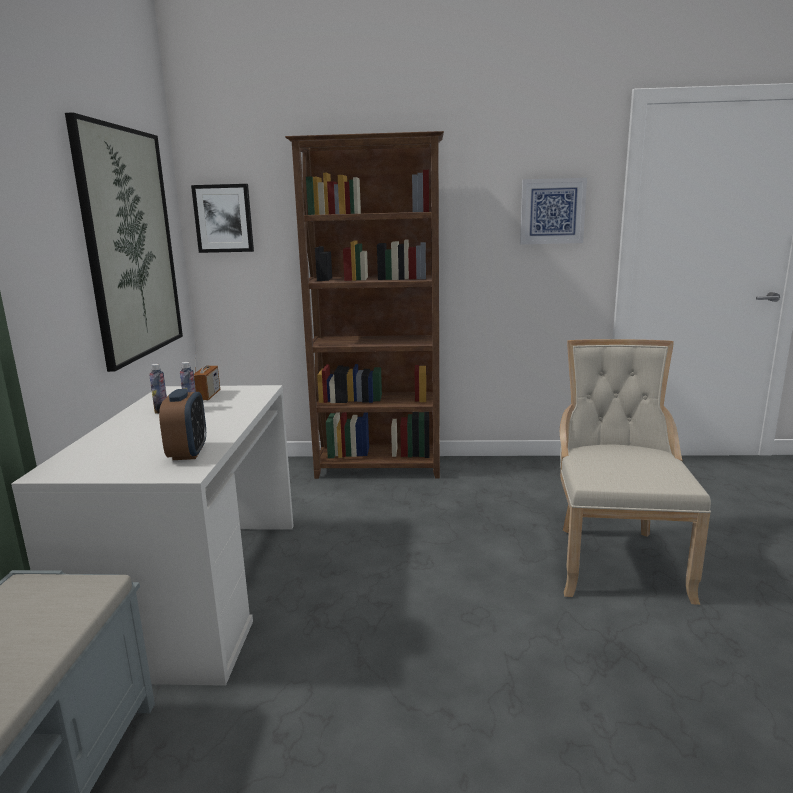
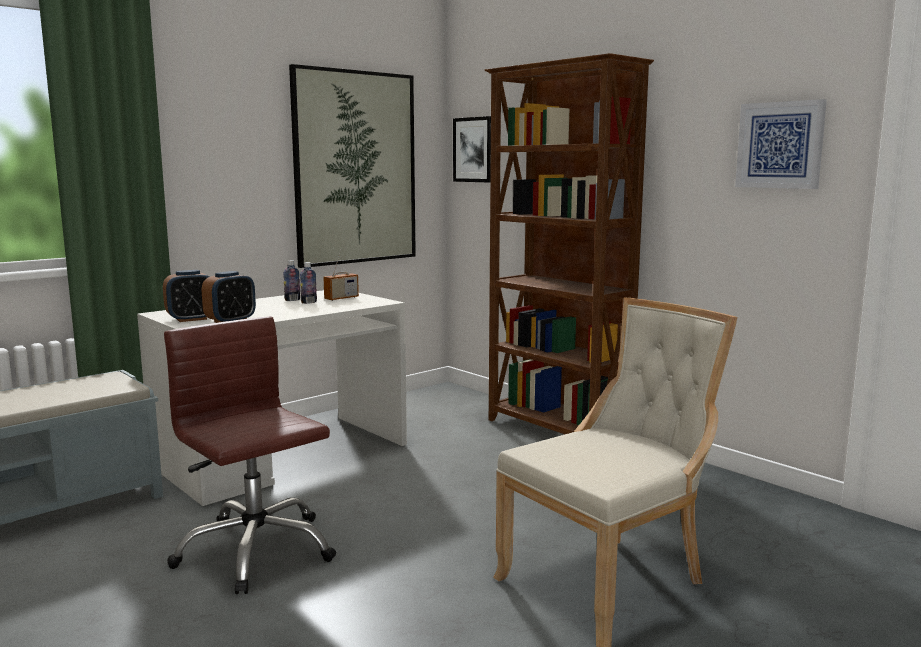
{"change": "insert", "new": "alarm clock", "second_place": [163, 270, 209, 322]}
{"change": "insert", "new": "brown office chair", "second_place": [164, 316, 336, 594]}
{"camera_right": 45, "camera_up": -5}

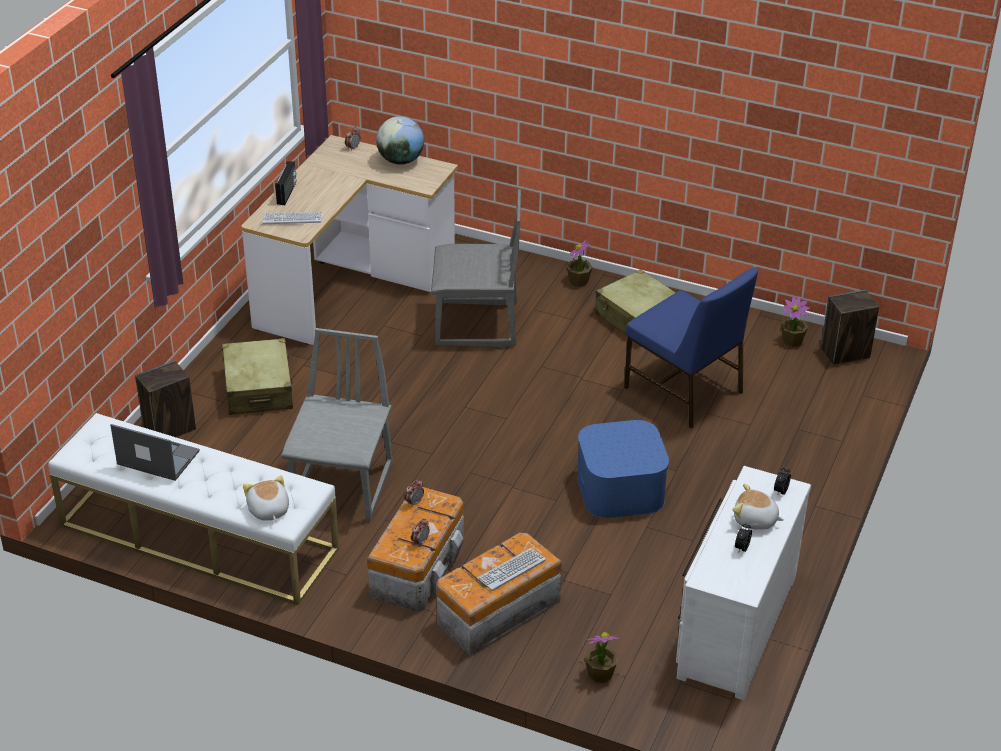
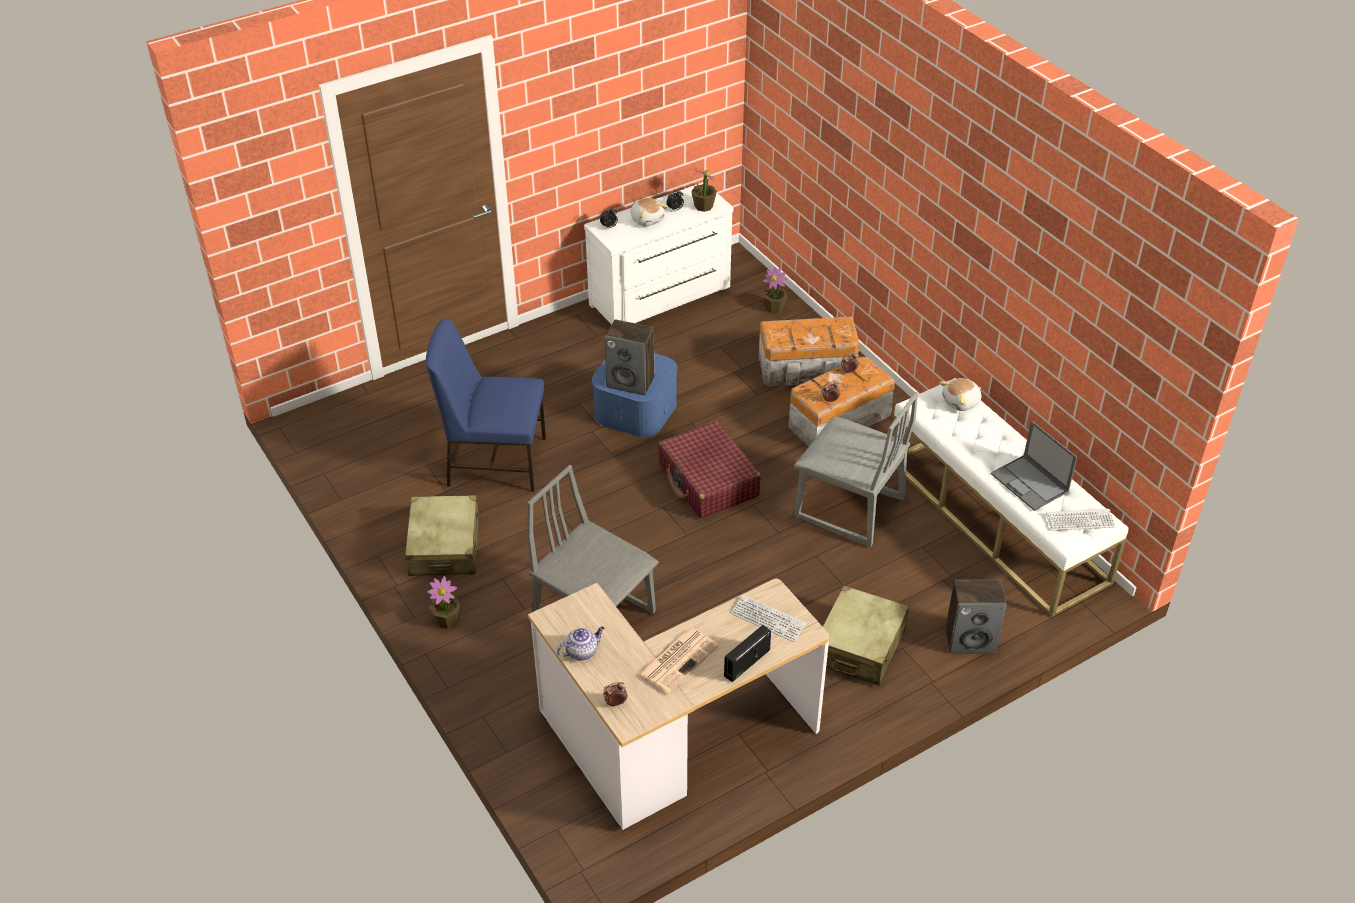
{"change": "insert", "new": "newspaper", "second_place": [637, 627, 718, 694]}
{"change": "insert", "new": "red suitcase", "second_place": [658, 421, 761, 519]}
{"change": "move", "old": "keyboard", "first_place": [477, 548, 546, 591], "second_place": [1046, 509, 1115, 531]}
{"change": "move", "old": "potted plant", "first_place": [781, 296, 810, 347], "second_place": [691, 169, 717, 212]}
{"change": "move", "old": "speaker", "first_place": [821, 289, 879, 365], "second_place": [604, 319, 654, 395]}
{"change": "replace", "old": "globe", "new": "teapot", "first_place": [376, 116, 424, 165], "second_place": [557, 626, 605, 660]}
{"change": "rotate", "old": "plush toy", "first_place": [243, 475, 289, 521], "second_place": [939, 378, 981, 411], "degrees": 45}
{"change": "rotate", "old": "grey chair", "first_place": [281, 328, 393, 522], "second_place": [794, 392, 918, 547], "degrees": -105}
{"change": "rotate", "old": "blue chair", "first_place": [624, 267, 758, 428], "second_place": [426, 318, 546, 492], "degrees": -75}
{"camera_right": -145, "camera_up": 5}

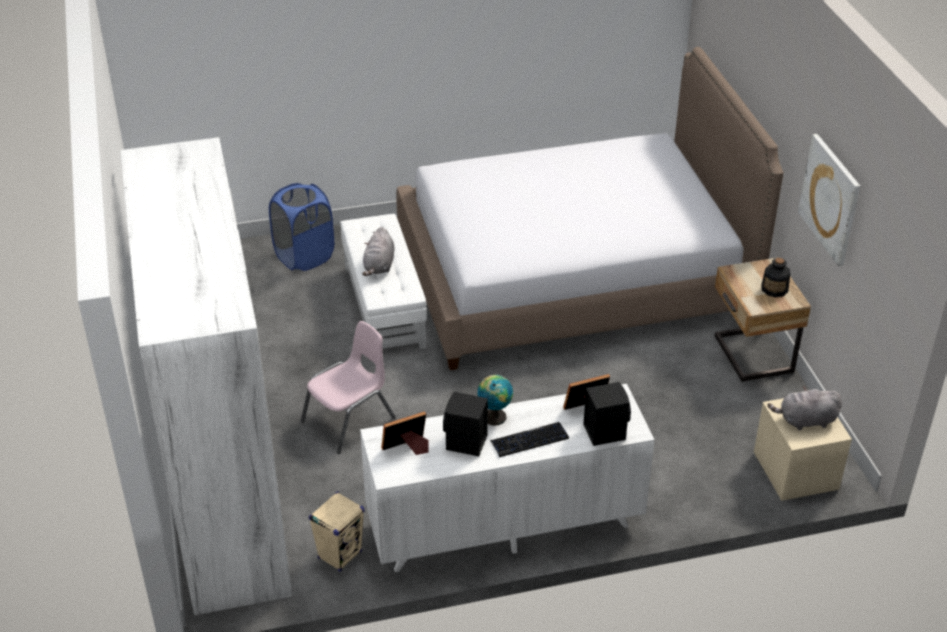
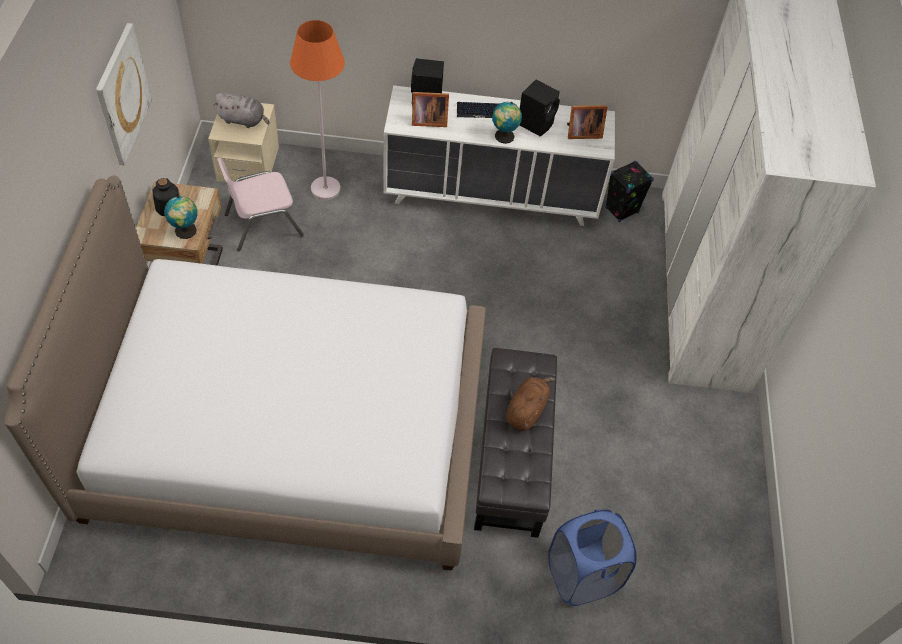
{"change": "insert", "new": "globe", "second_place": [164, 196, 198, 239]}
{"change": "insert", "new": "orange floor lamp", "second_place": [290, 20, 345, 200]}
{"change": "move", "old": "pink chair", "first_place": [301, 321, 396, 454], "second_place": [217, 158, 304, 251]}
{"change": "recolor", "old": "beige speaker", "new": "black speaker", "first_place": [309, 492, 365, 572], "second_place": [605, 161, 654, 223]}
{"change": "recolor", "old": "white ottoman", "new": "black ottoman", "first_place": [340, 214, 427, 349], "second_place": [474, 348, 557, 538]}
{"change": "recolor", "old": "grey plush toy", "new": "brown plush toy", "first_place": [362, 227, 395, 276], "second_place": [506, 377, 555, 431]}
{"camera_right": -165, "camera_up": 15}

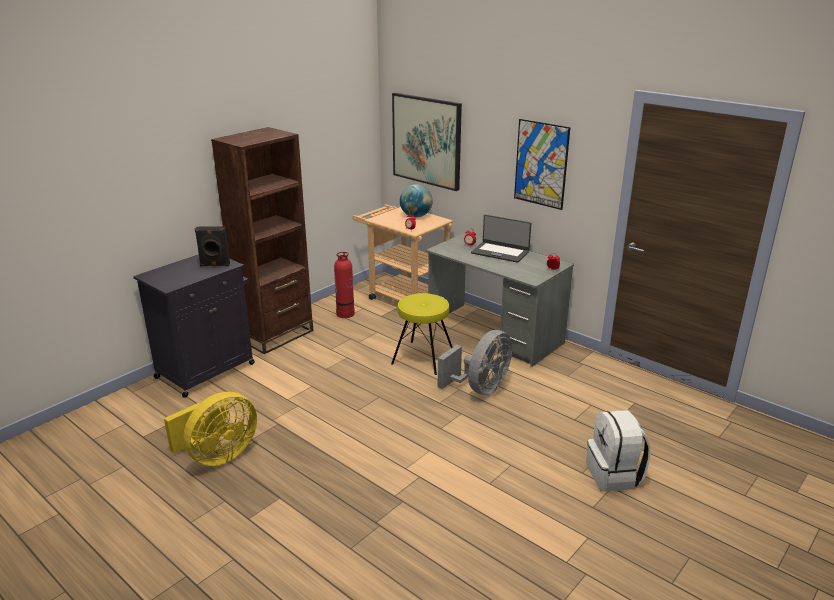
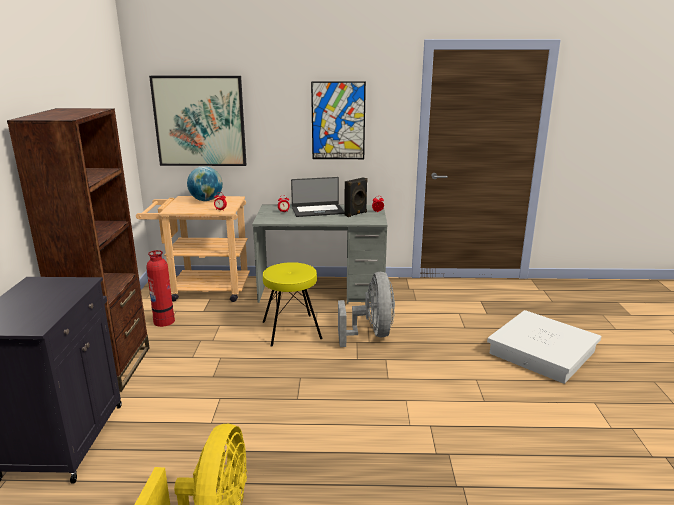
{"change": "move", "old": "black speaker", "first_place": [195, 226, 230, 266], "second_place": [344, 177, 368, 217]}
{"change": "replace", "old": "white backpack", "new": "white storage box", "first_place": [587, 410, 650, 492], "second_place": [487, 310, 601, 384]}
{"camera_right": -40, "camera_up": -5}

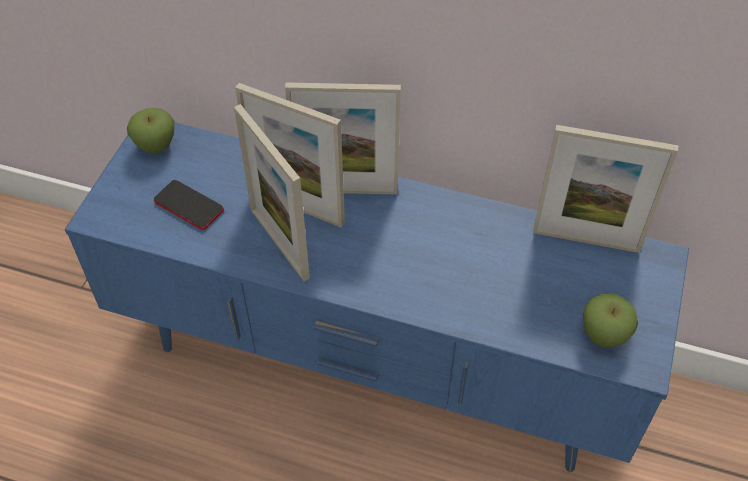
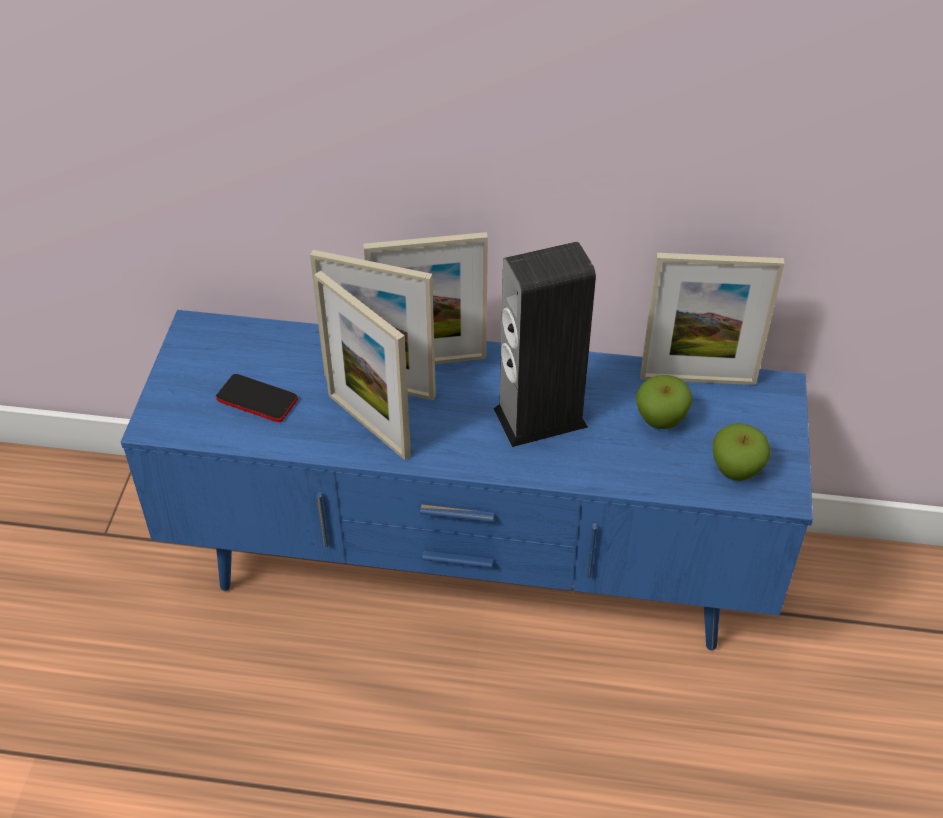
{"change": "insert", "new": "speaker", "second_place": [494, 241, 596, 447]}
{"change": "move", "old": "apple", "first_place": [127, 108, 174, 153], "second_place": [636, 375, 692, 429]}
{"camera_right": -10, "camera_up": -5}

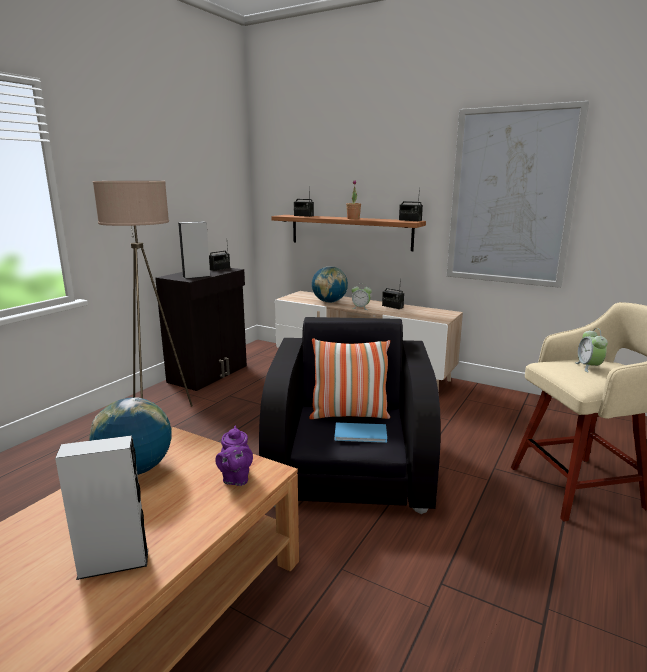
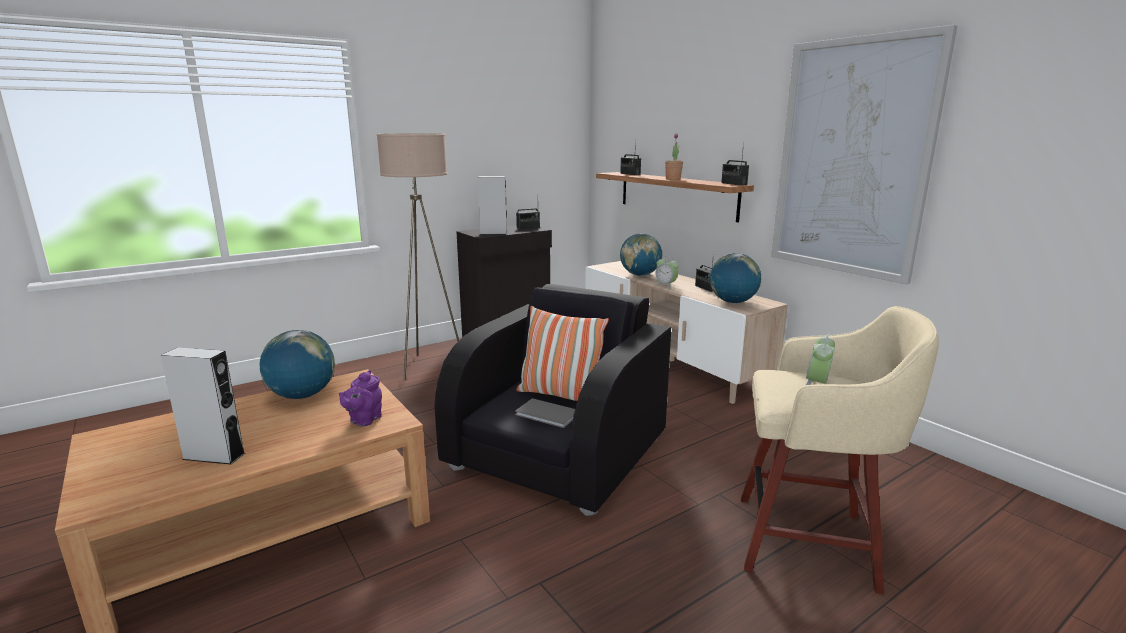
{"change": "insert", "new": "globe", "second_place": [710, 253, 762, 303]}
{"change": "recolor", "old": "blue book", "new": "grey book", "first_place": [334, 423, 387, 443], "second_place": [515, 398, 575, 428]}
{"camera_right": 25, "camera_up": 0}

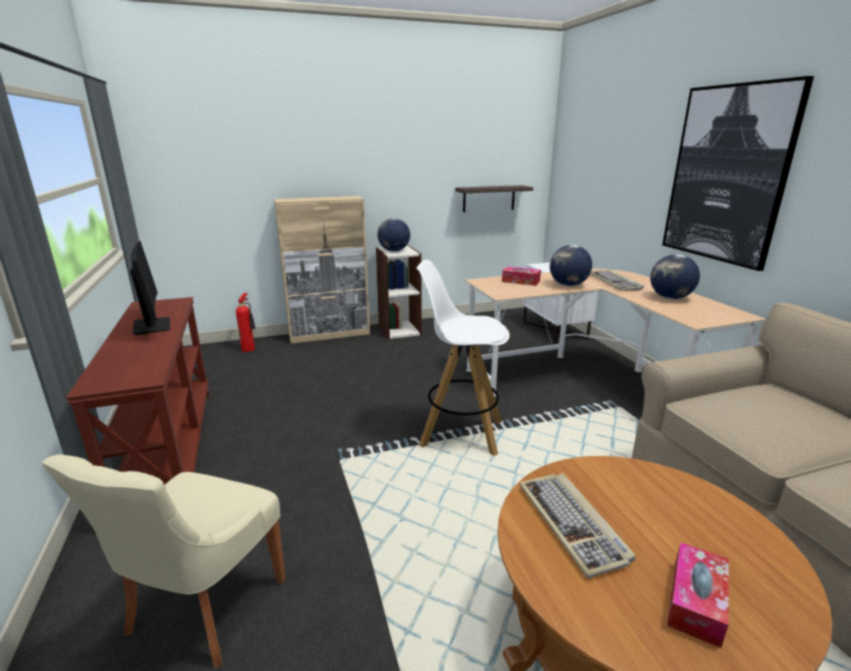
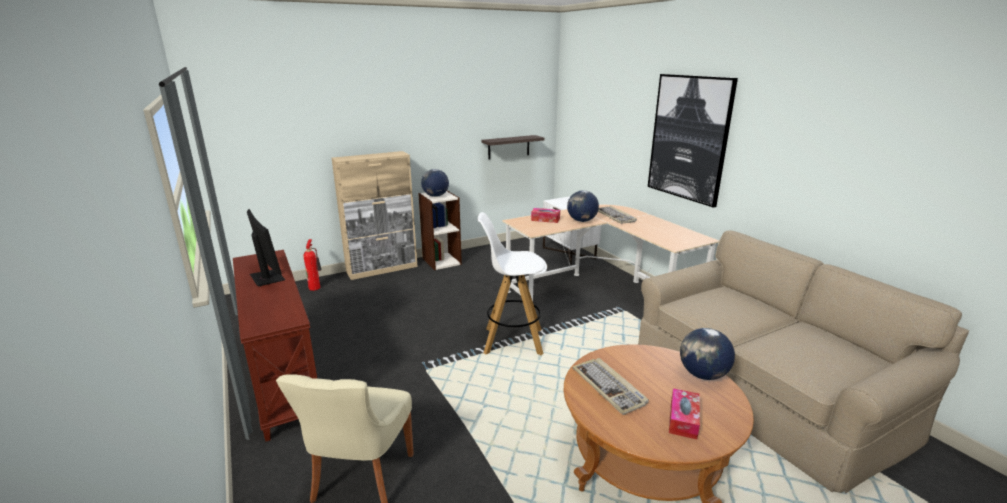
{"change": "move", "old": "globe", "first_place": [650, 254, 700, 299], "second_place": [680, 328, 735, 380]}
{"camera_right": -10, "camera_up": 0}

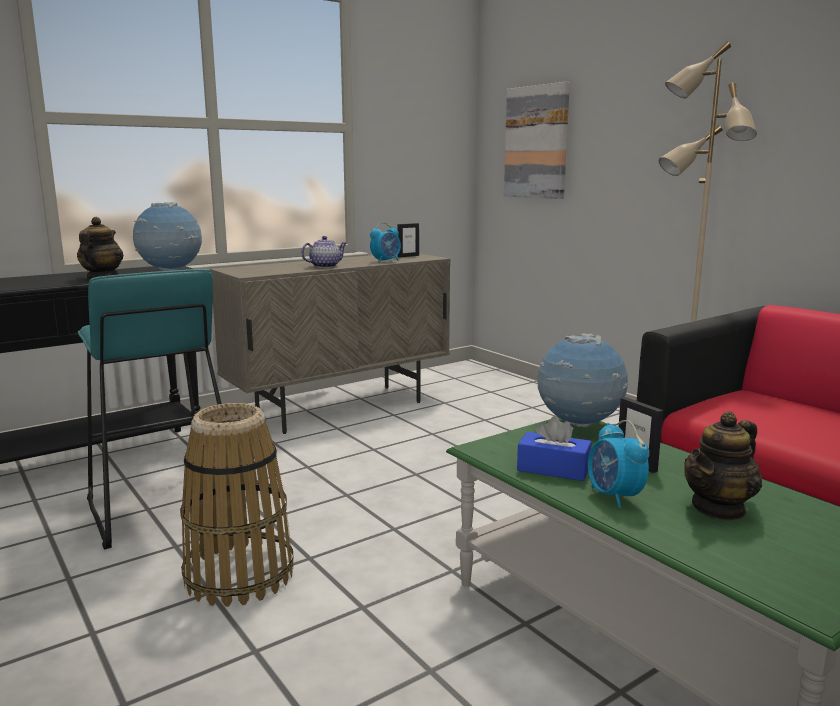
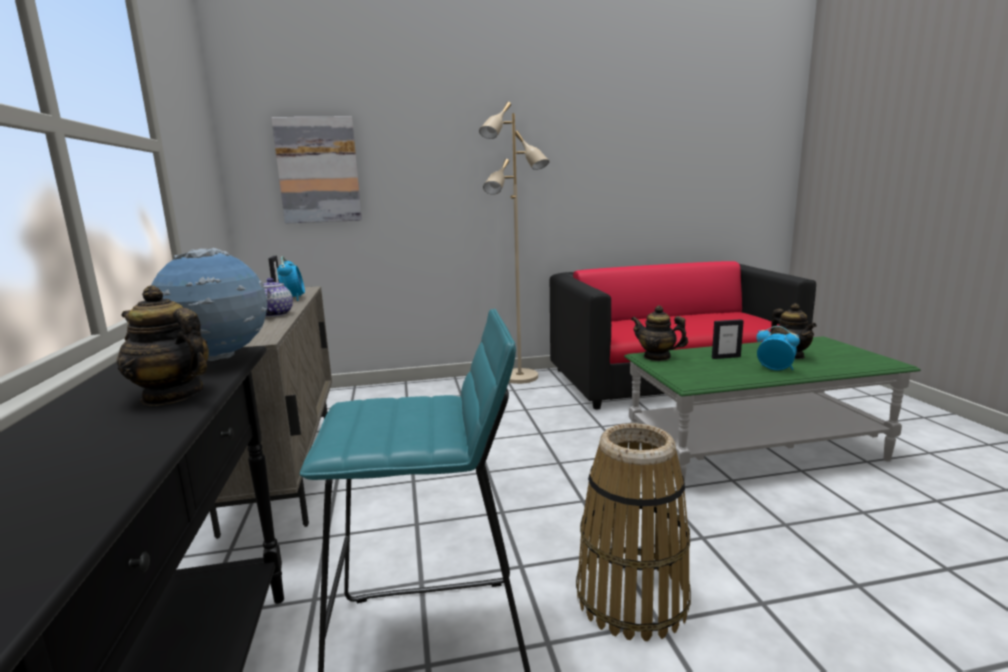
{"change": "delete", "old": "blue tissue box", "first_place": [517, 416, 592, 481]}
{"change": "replace", "old": "globe", "new": "teapot", "first_place": [537, 333, 628, 427], "second_place": [631, 306, 688, 361]}
{"change": "rotate", "old": "alarm clock", "first_place": [588, 420, 650, 508], "second_place": [756, 326, 800, 371], "degrees": -150}
{"camera_right": -65, "camera_up": 0}

